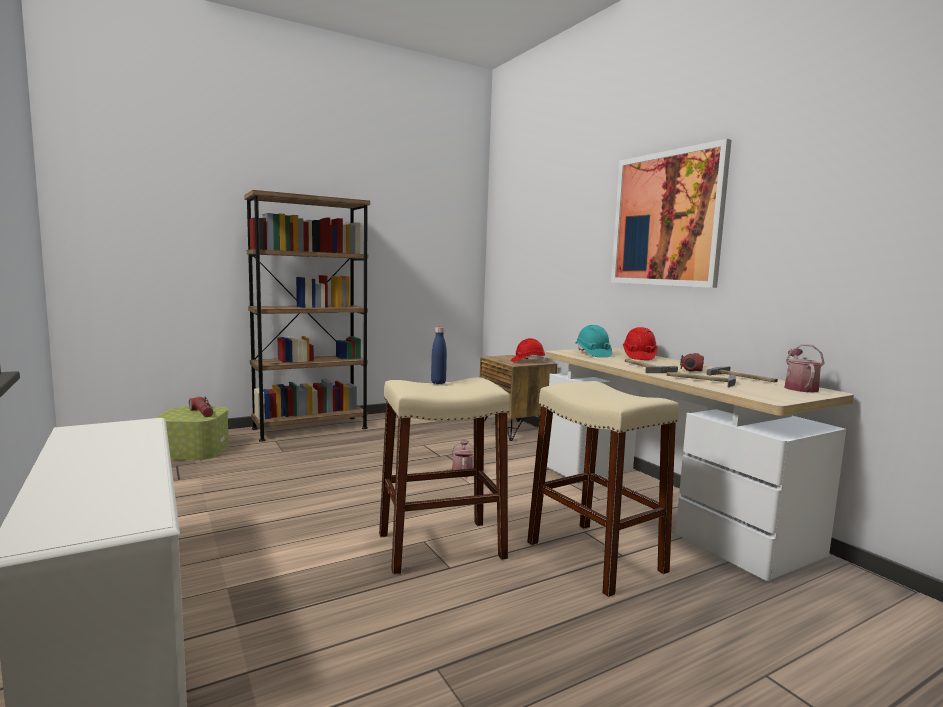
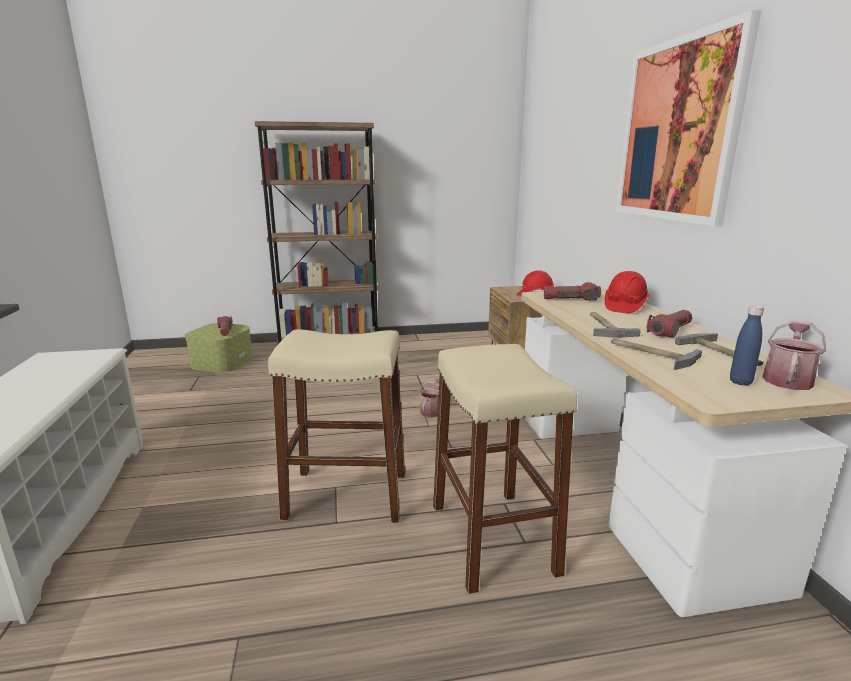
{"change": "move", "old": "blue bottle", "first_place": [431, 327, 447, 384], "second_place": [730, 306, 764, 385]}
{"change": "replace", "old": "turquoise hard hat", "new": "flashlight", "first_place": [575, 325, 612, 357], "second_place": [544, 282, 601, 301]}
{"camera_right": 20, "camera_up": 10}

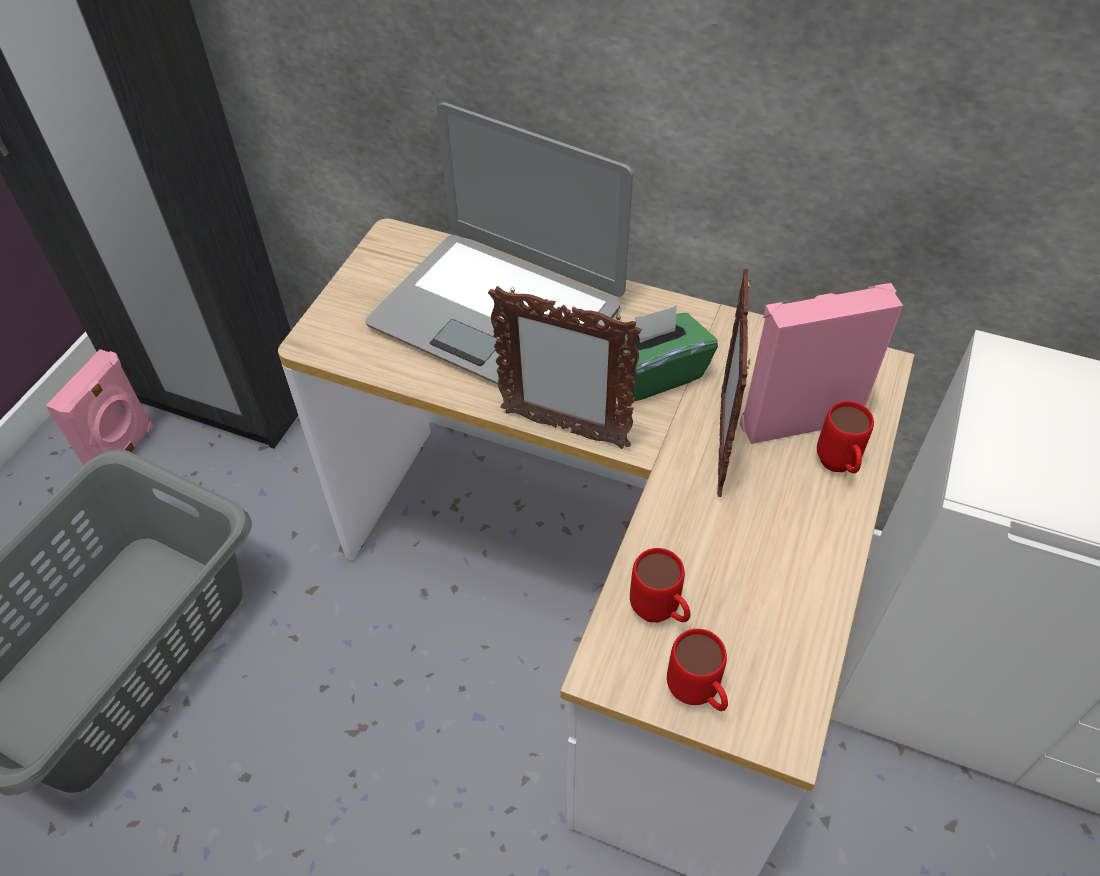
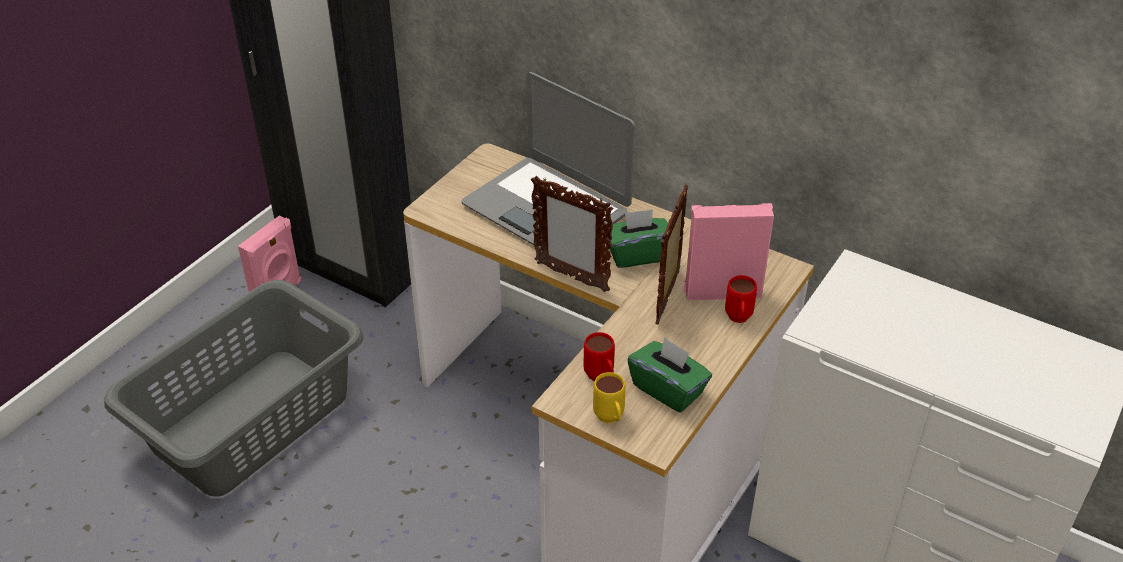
{"change": "insert", "new": "green tissue box", "second_place": [627, 337, 712, 412]}
{"change": "recolor", "old": "red mug", "new": "yellow mug", "first_place": [667, 629, 728, 711], "second_place": [593, 372, 626, 423]}
{"camera_right": 10, "camera_up": -10}

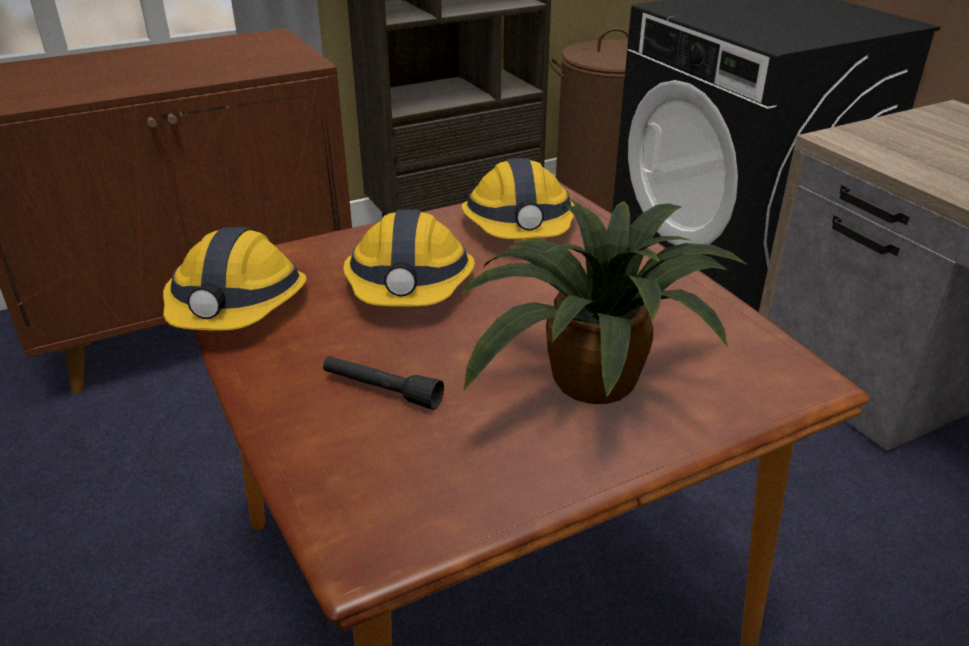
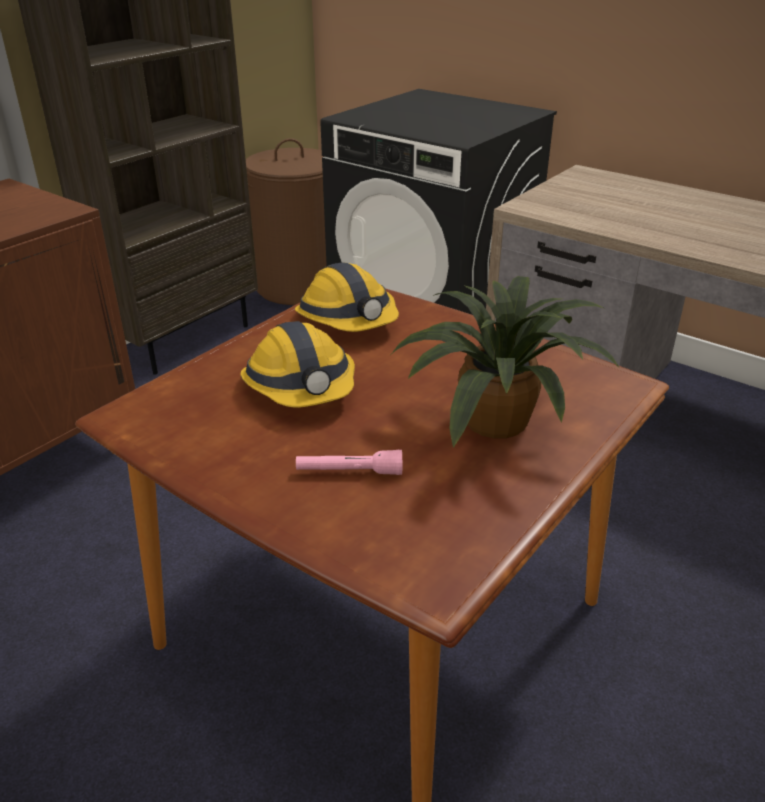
{"change": "delete", "old": "hard hat", "first_place": [163, 227, 307, 331]}
{"change": "recolor", "old": "black flashlight", "new": "pink flashlight", "first_place": [323, 356, 444, 410], "second_place": [296, 450, 402, 475]}
{"camera_right": -25, "camera_up": 0}

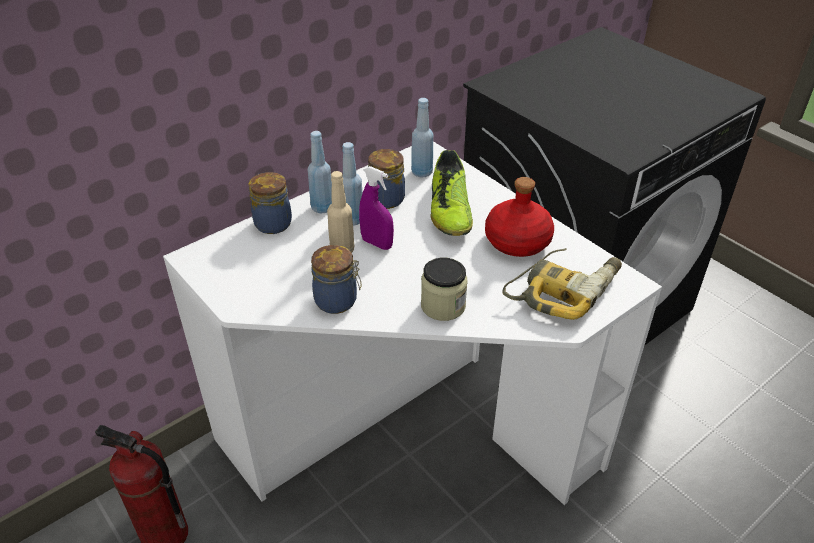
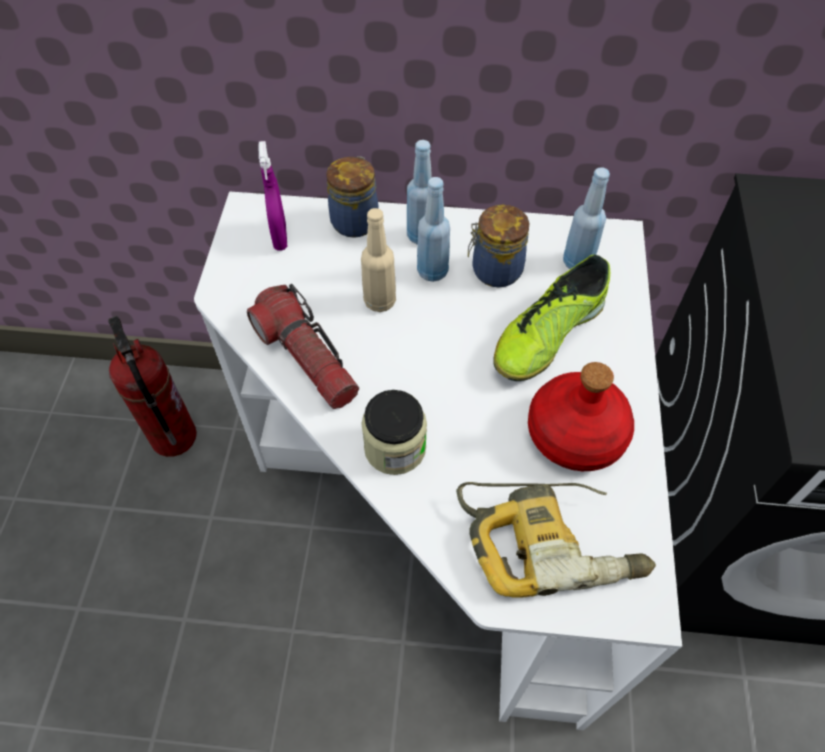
{"change": "move", "old": "purple spray bottle", "first_place": [359, 166, 394, 250], "second_place": [258, 141, 287, 251]}
{"change": "replace", "old": "jar", "new": "flashlight", "first_place": [311, 245, 362, 314], "second_place": [247, 284, 359, 409]}
{"camera_right": 45, "camera_up": 15}

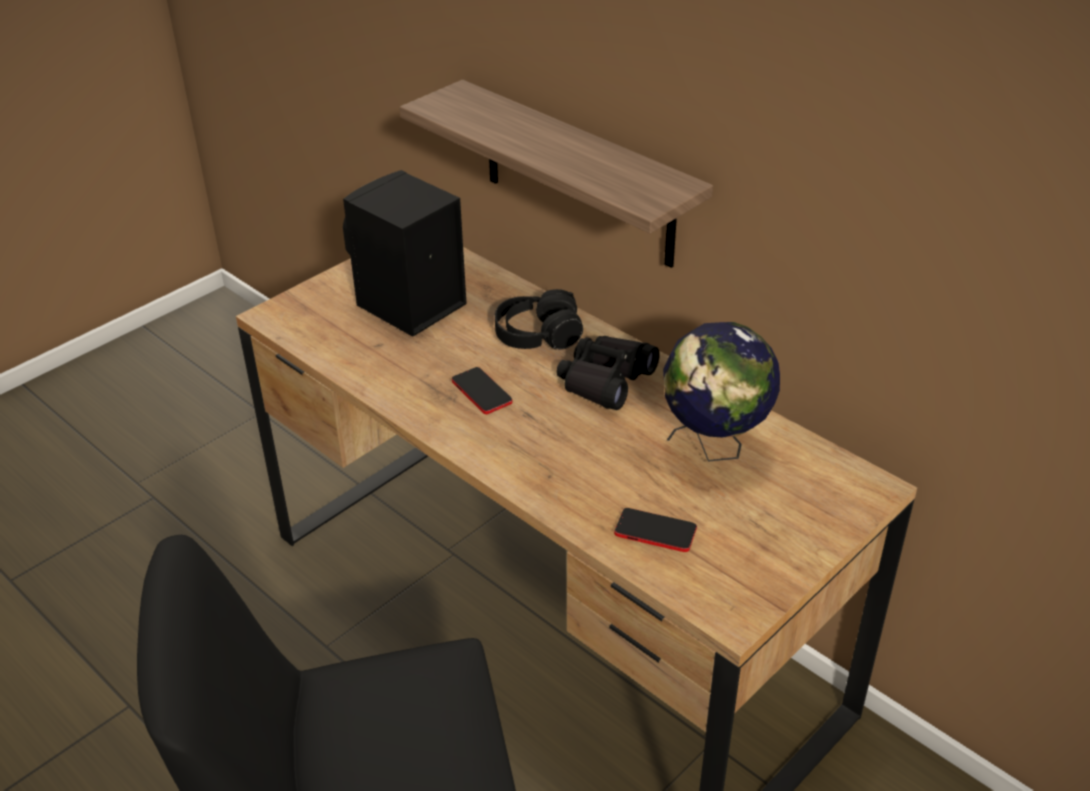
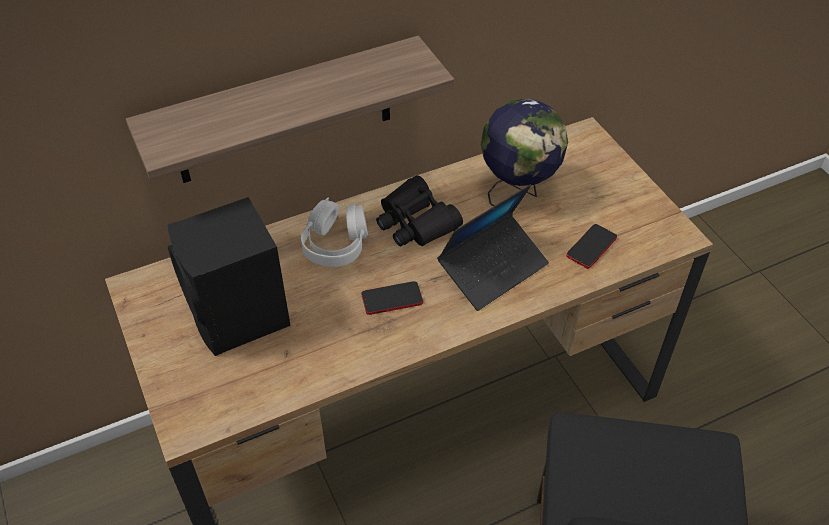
{"change": "insert", "new": "laptop", "second_place": [437, 184, 549, 311]}
{"change": "recolor", "old": "black headphones", "new": "white headphones", "first_place": [495, 289, 583, 350], "second_place": [301, 197, 368, 267]}
{"camera_right": -70, "camera_up": 10}

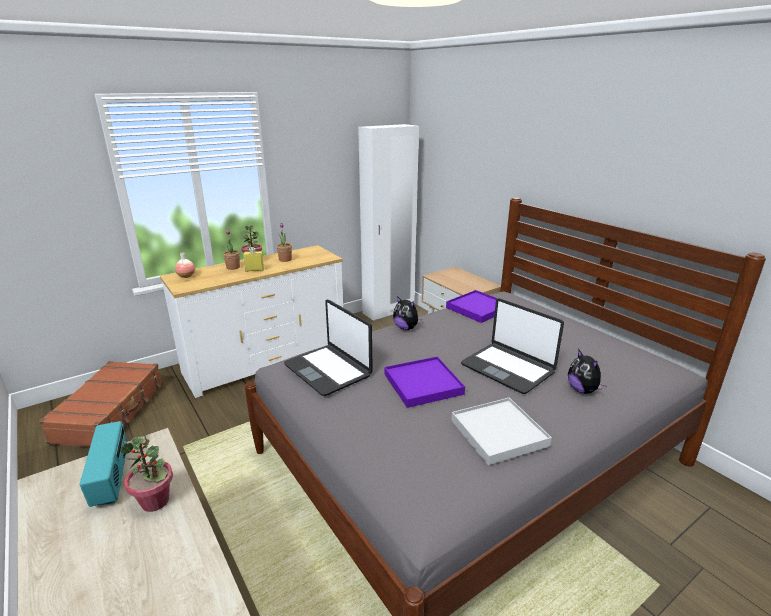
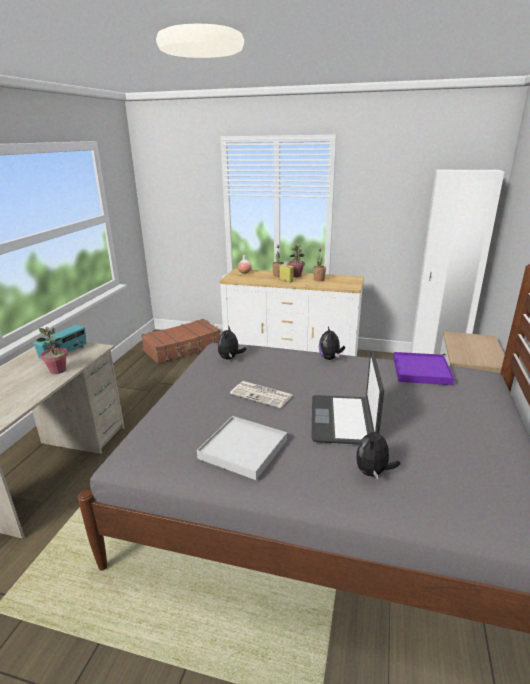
{"change": "replace", "old": "laptop", "new": "plush toy", "first_place": [284, 300, 373, 396], "second_place": [217, 327, 246, 360]}
{"change": "replace", "old": "purple tray", "new": "newspaper", "first_place": [385, 356, 465, 408], "second_place": [230, 381, 293, 408]}
{"camera_right": 50, "camera_up": 0}

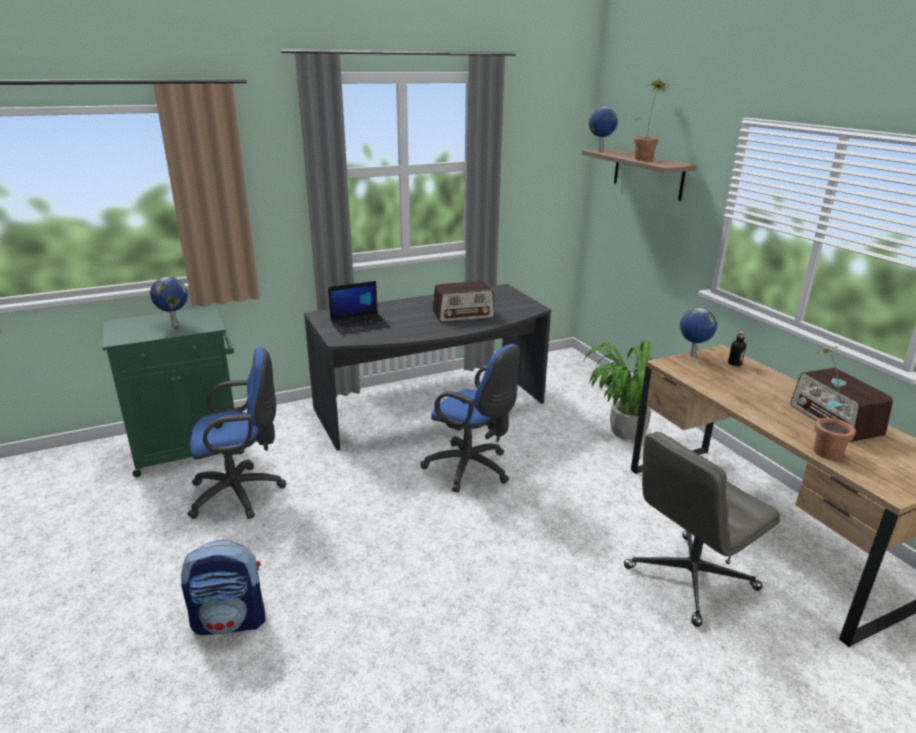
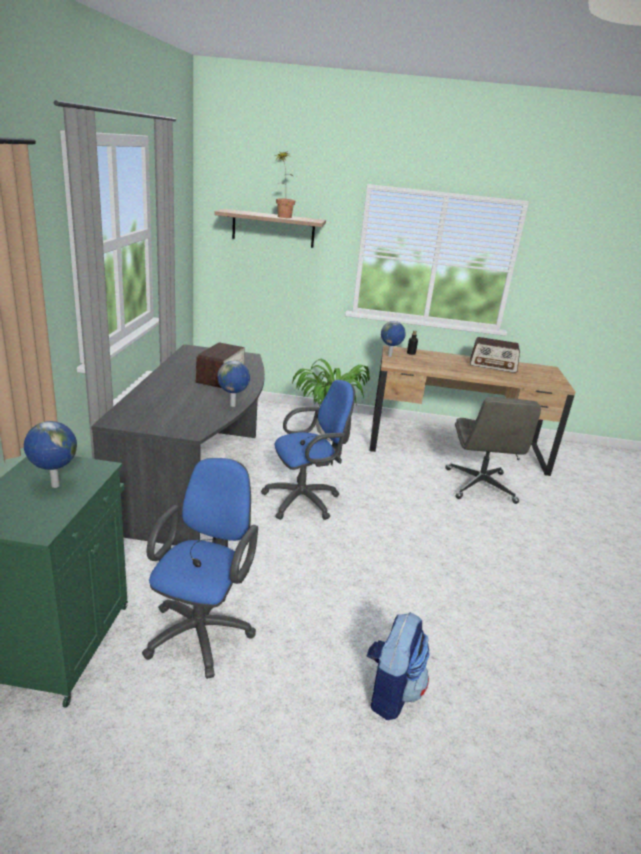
{"change": "delete", "old": "laptop", "first_place": [328, 281, 390, 335]}
{"change": "delete", "old": "potted plant", "first_place": [810, 346, 856, 460]}
{"change": "move", "old": "globe", "first_place": [589, 107, 618, 151], "second_place": [217, 361, 250, 407]}
{"camera_right": -60, "camera_up": 0}

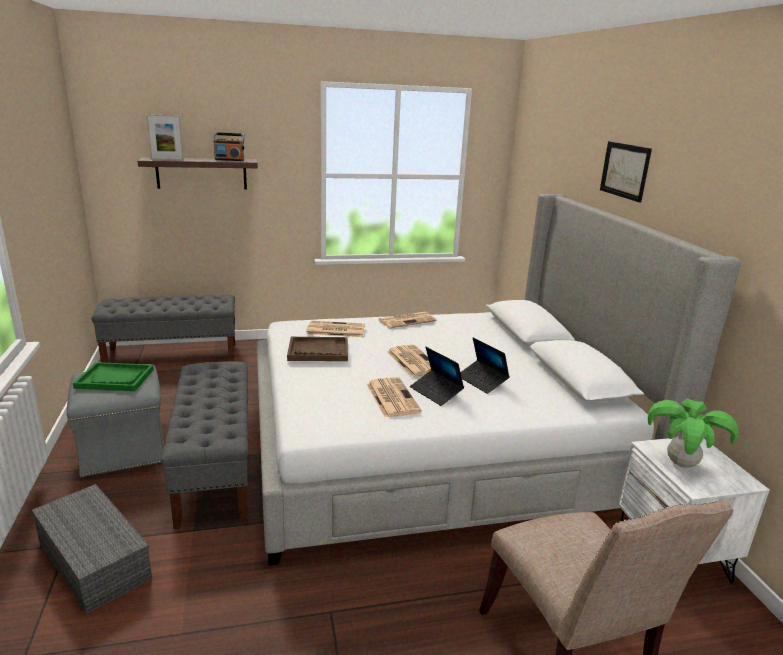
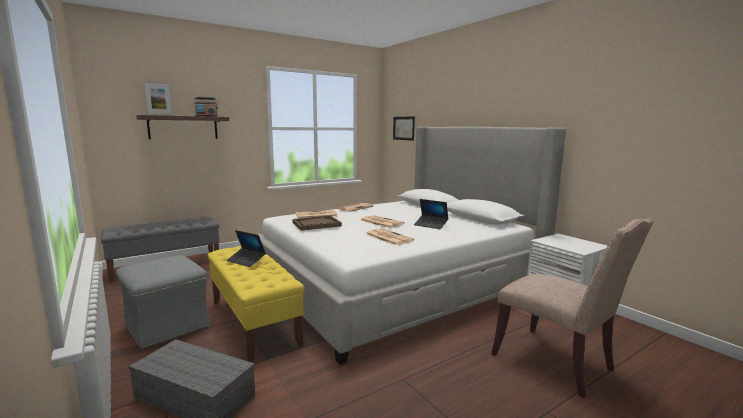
{"change": "delete", "old": "green tray", "first_place": [73, 362, 154, 391]}
{"change": "delete", "old": "potted plant", "first_place": [648, 398, 739, 468]}
{"change": "move", "old": "laptop", "first_place": [410, 347, 464, 406], "second_place": [227, 230, 266, 267]}
{"change": "move", "old": "picture", "first_place": [600, 141, 652, 203], "second_place": [393, 116, 415, 141]}
{"change": "recolor", "old": "grey bench", "new": "yellow bench", "first_place": [161, 361, 248, 529], "second_place": [208, 246, 305, 362]}
{"camera_right": -20, "camera_up": -10}

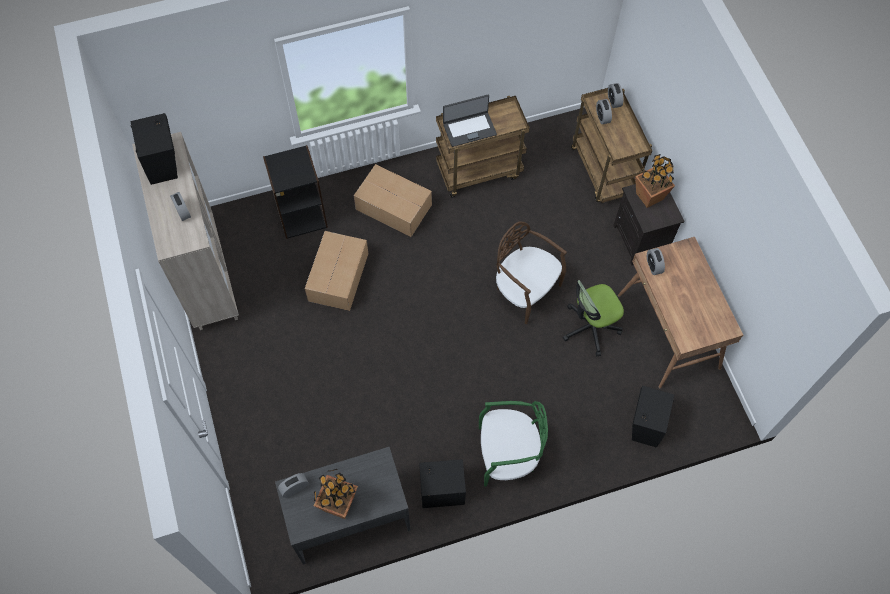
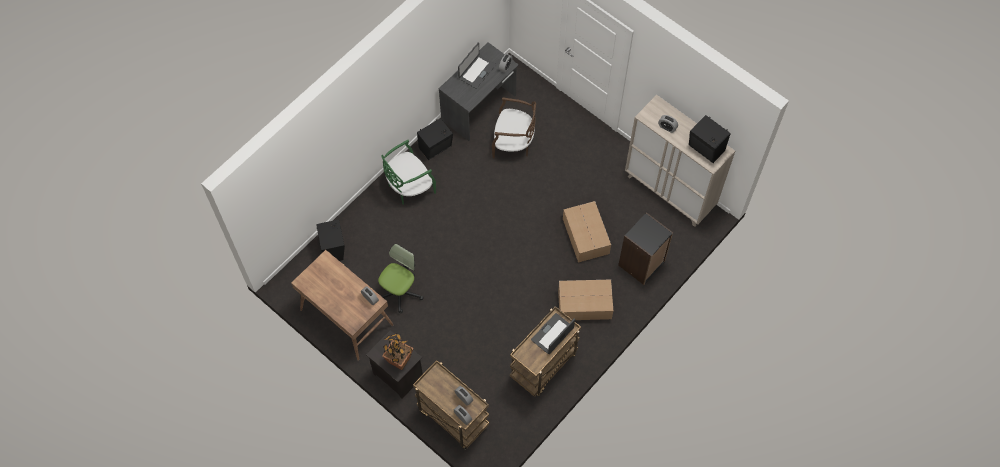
{"change": "move", "old": "brown chair", "first_place": [496, 221, 567, 324], "second_place": [492, 97, 536, 158]}
{"change": "replace", "old": "potted plant", "new": "laptop", "first_place": [314, 469, 358, 519], "second_place": [458, 43, 496, 89]}
{"camera_right": 150, "camera_up": 0}

